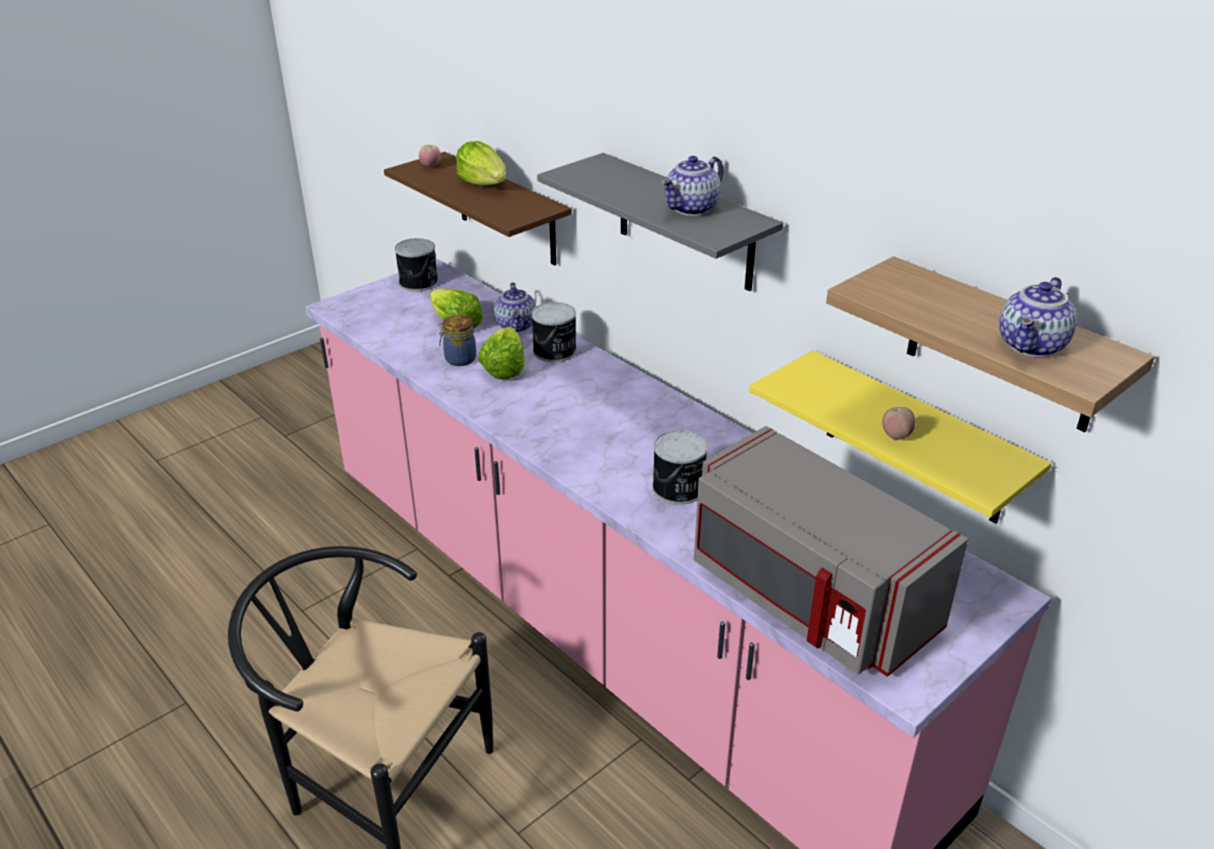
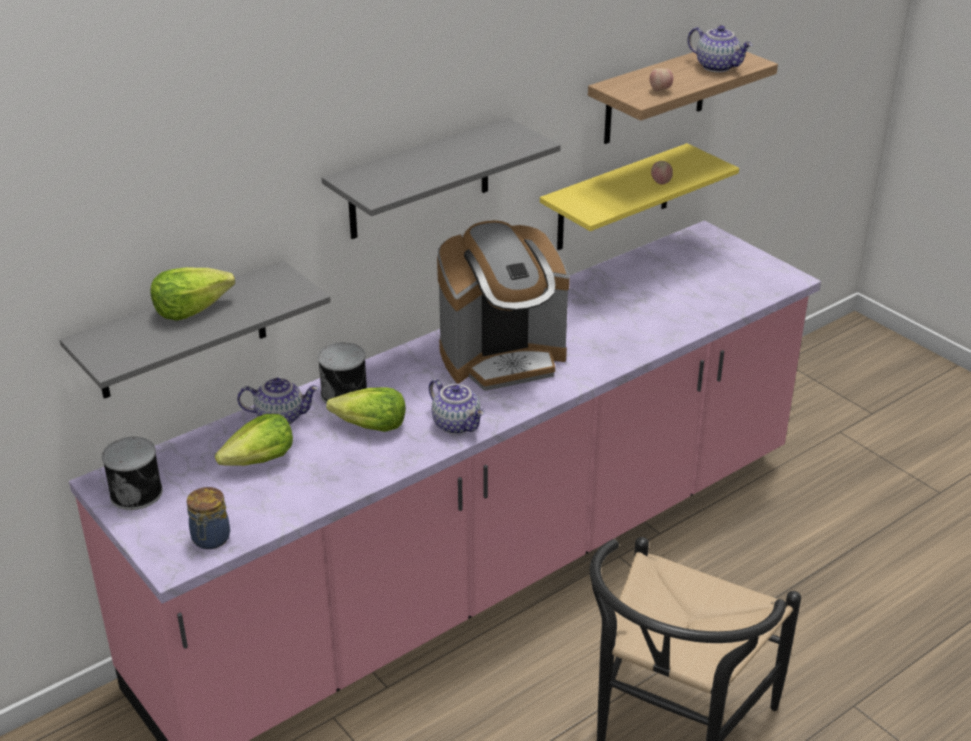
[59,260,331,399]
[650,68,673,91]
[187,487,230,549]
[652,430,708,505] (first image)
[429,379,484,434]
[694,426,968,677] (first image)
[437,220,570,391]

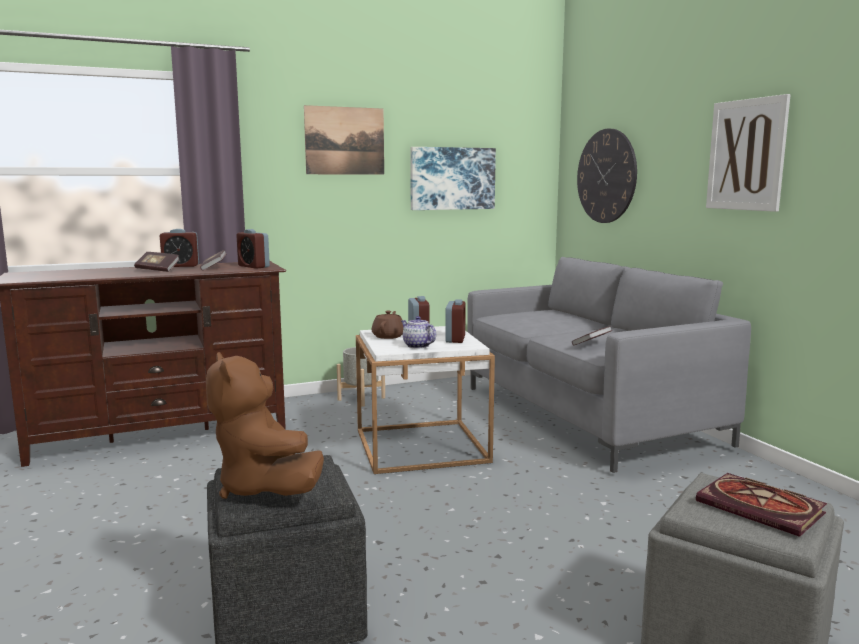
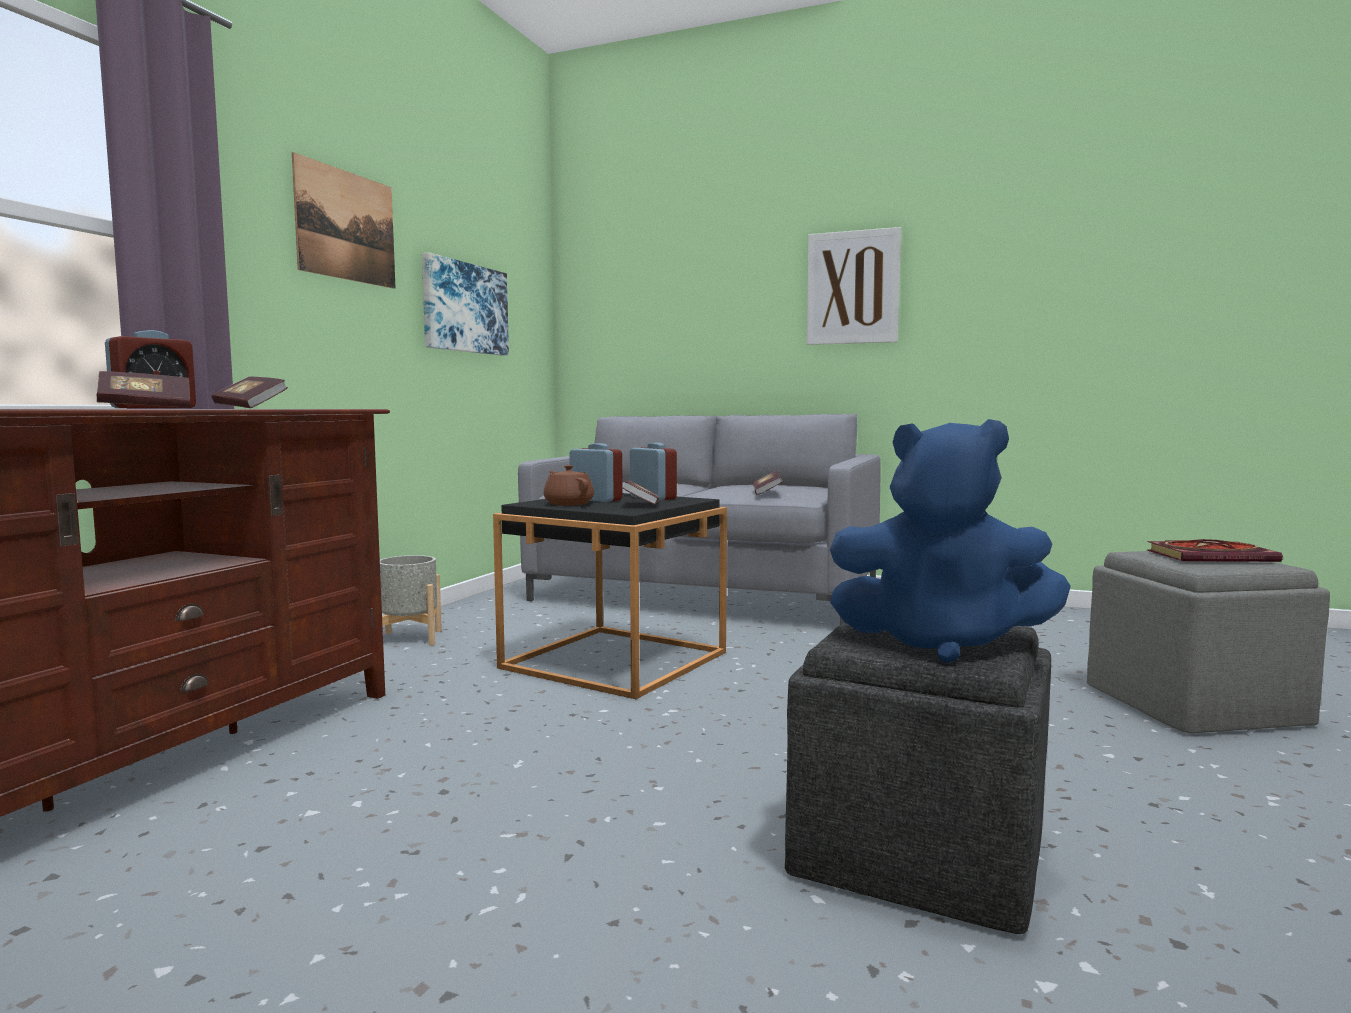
[830,419,1071,663]
[236,229,270,269] (first image)
[493,493,727,699]
[623,480,659,505]
[577,129,637,223] (first image)

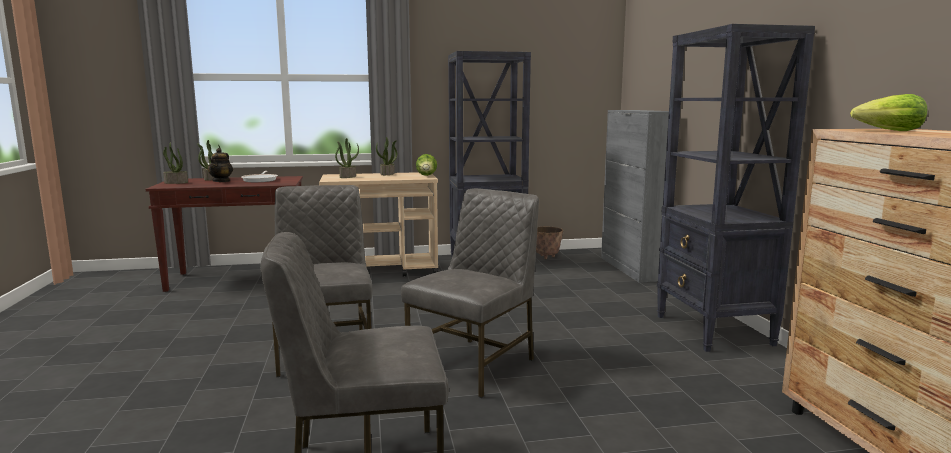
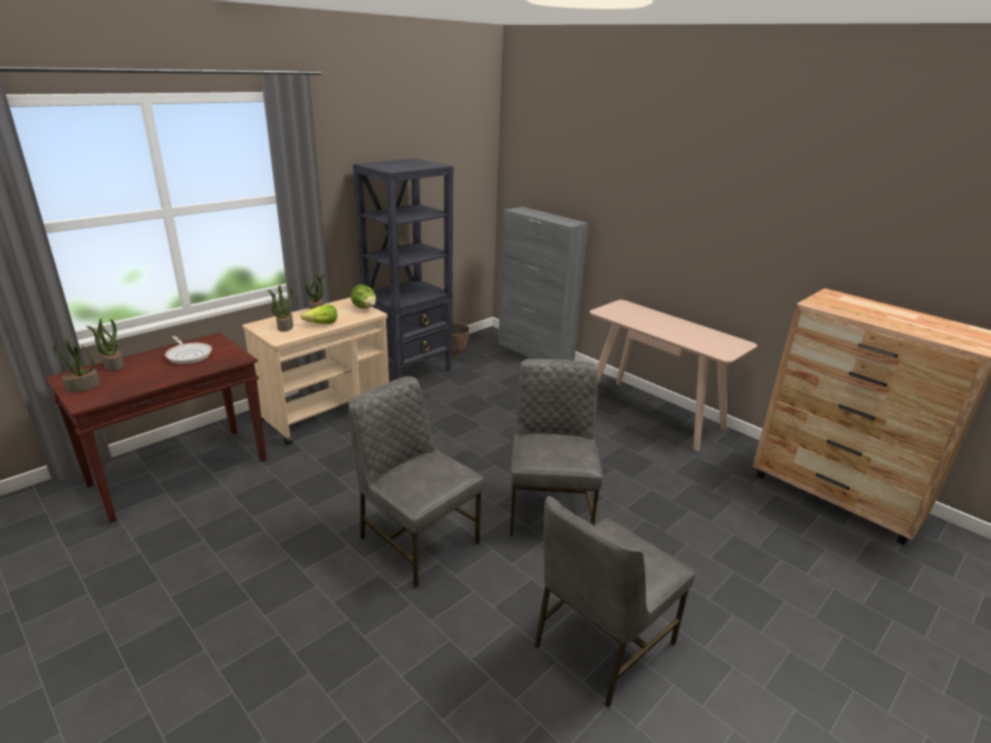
[208,148,233,182] (first image)
[590,300,757,451]
[301,305,337,324]

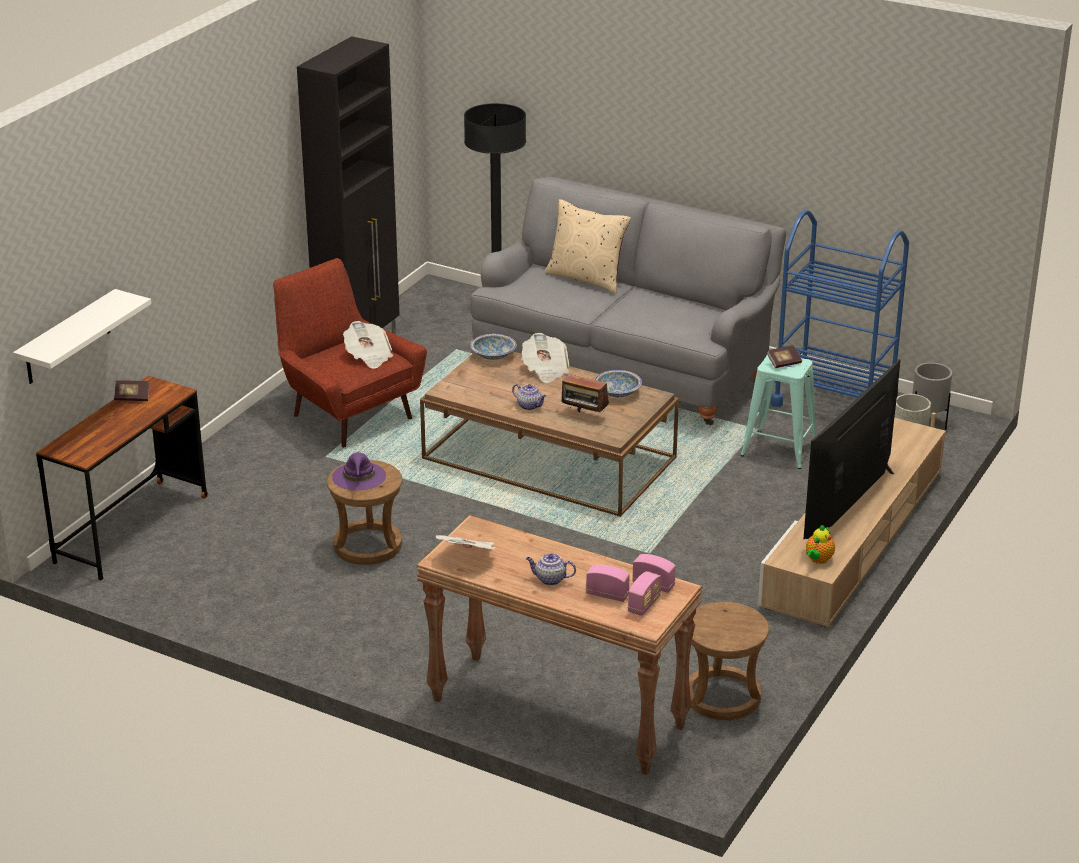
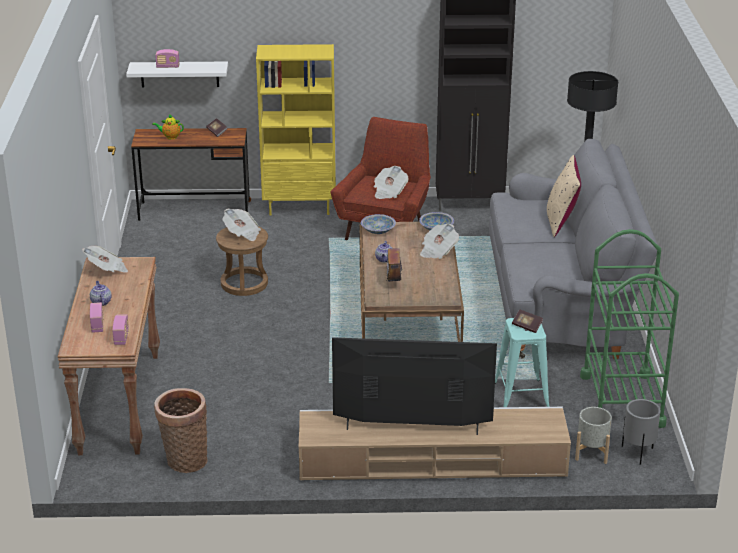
[222,209,261,241]
[361,214,396,234]
[155,49,180,68]
[154,388,208,473]
[580,229,679,428]
[152,114,184,140]
[256,44,336,216]

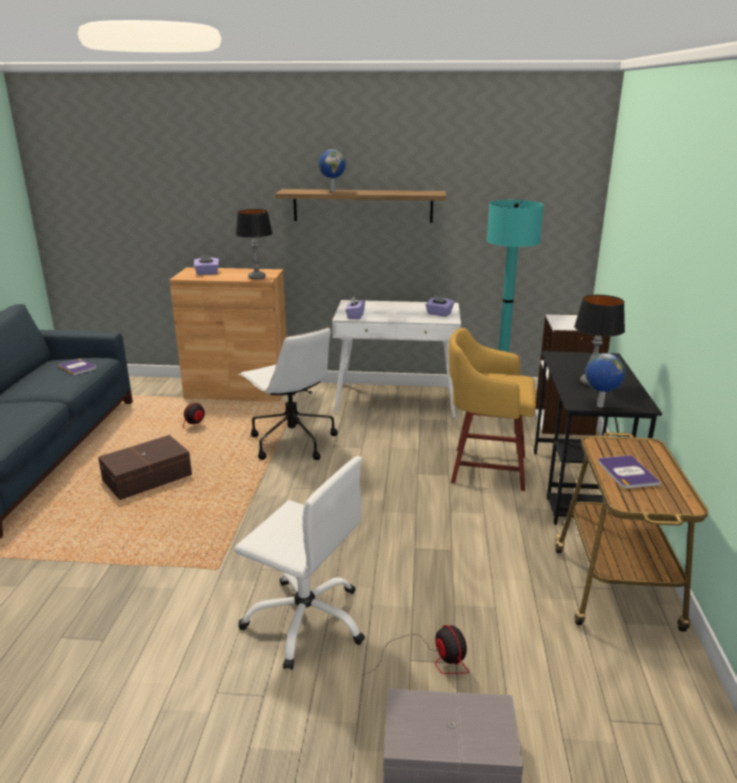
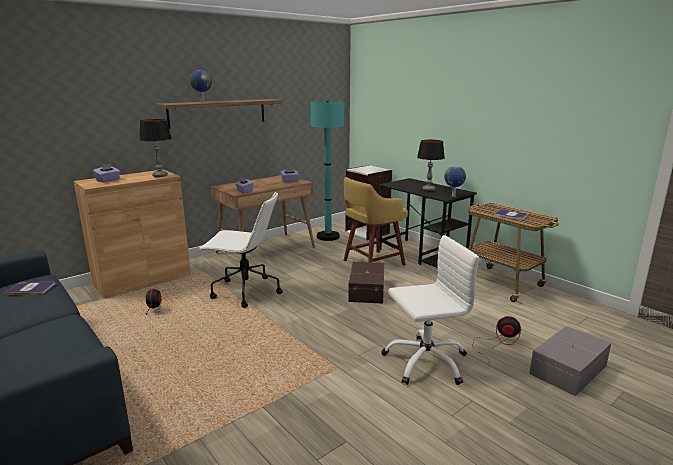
[348,262,384,304]
[211,175,315,259]

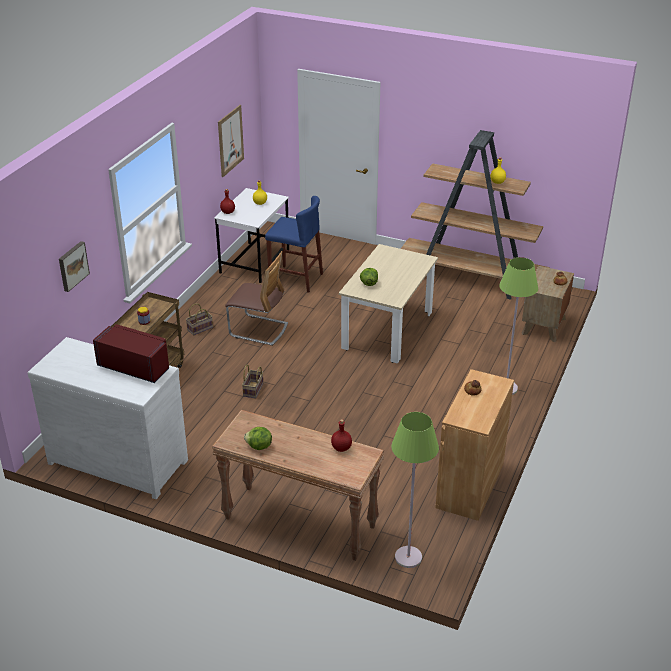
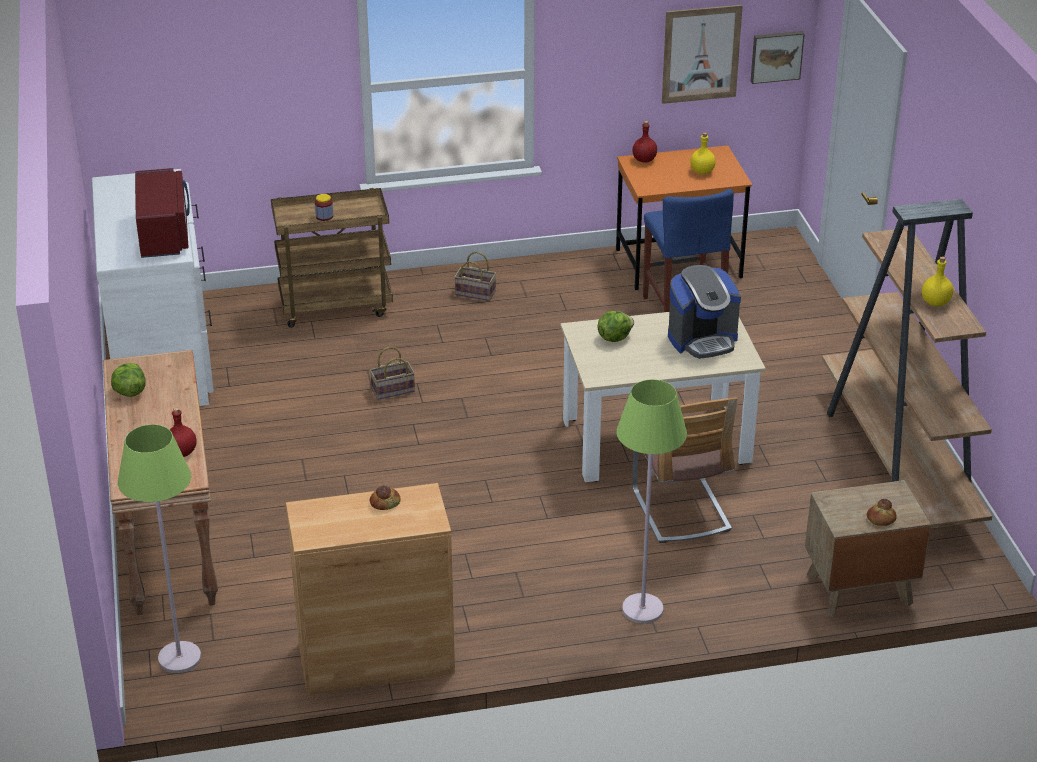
[751,31,805,84]
[616,145,752,290]
[632,397,737,543]
[668,265,741,359]

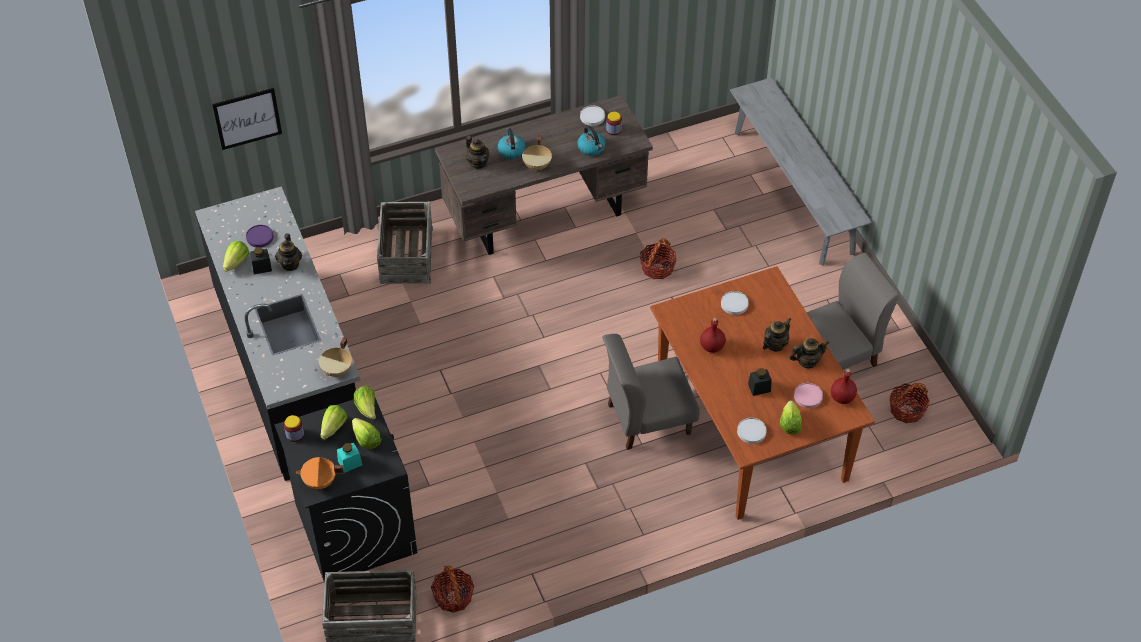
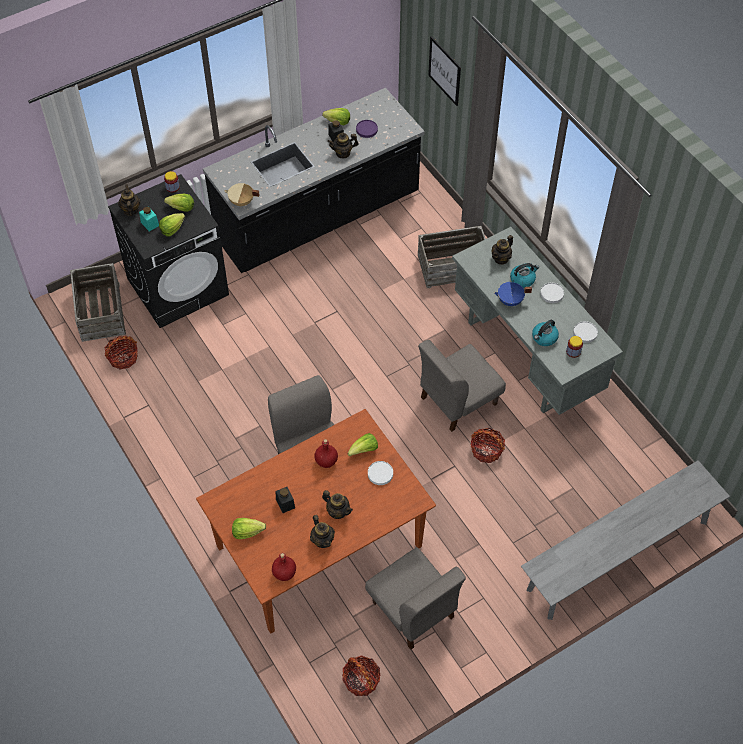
[118,184,141,216]
[348,433,378,457]
[452,227,623,415]
[494,282,532,306]
[540,283,564,303]
[794,383,823,408] (first image)
[418,340,506,432]

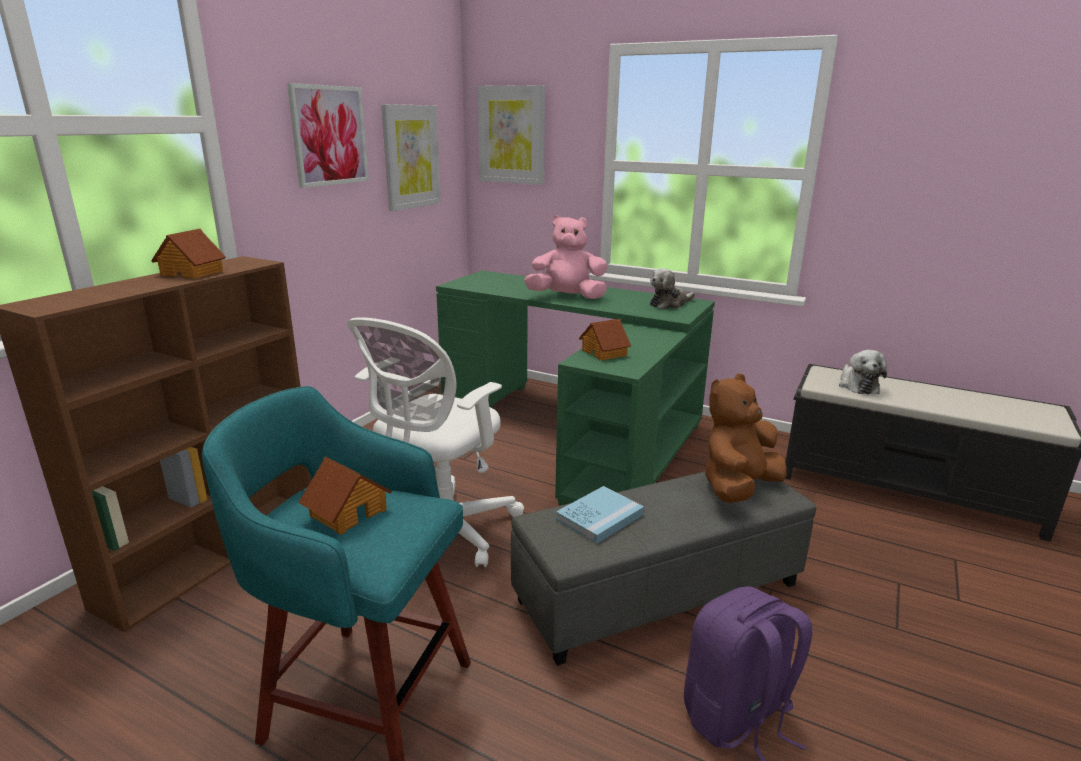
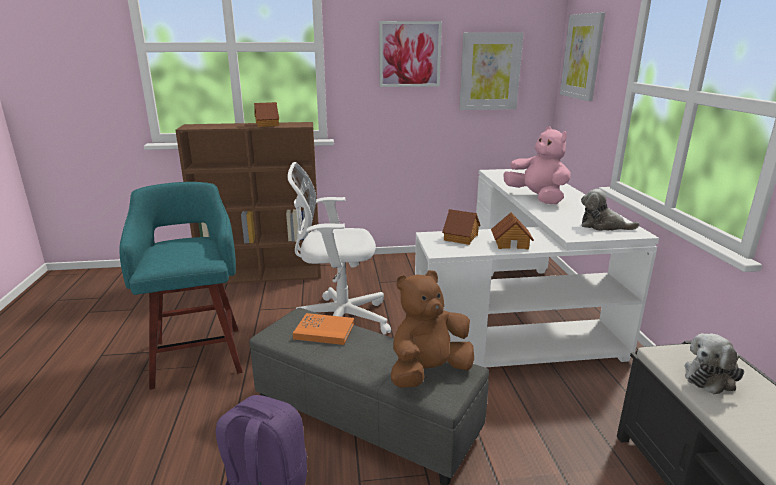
[491,212,534,249]
[415,169,659,368]
[293,313,354,345]
[391,270,474,388]

